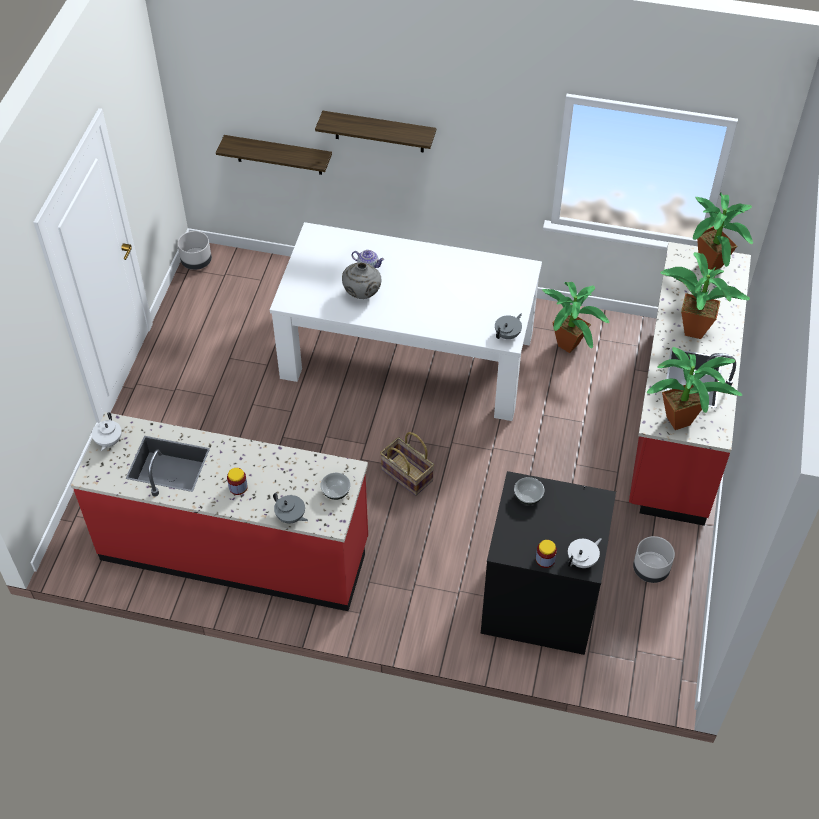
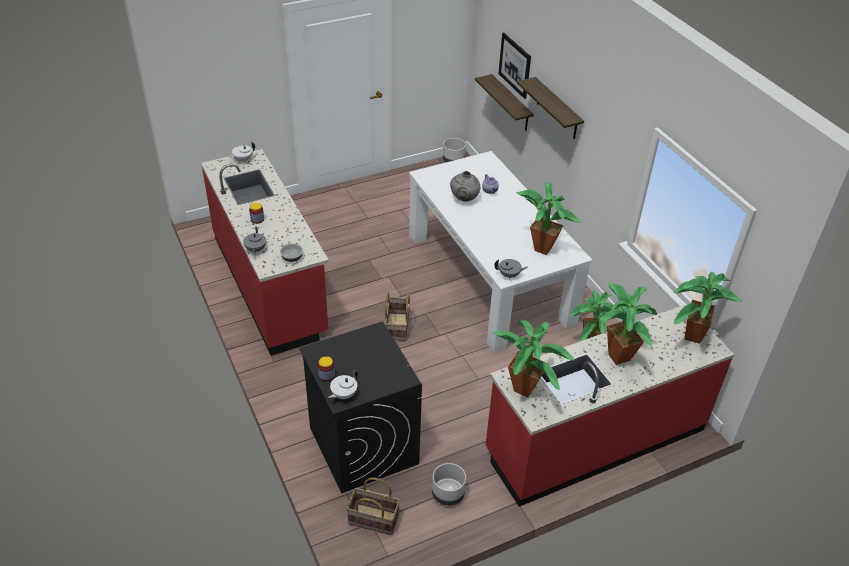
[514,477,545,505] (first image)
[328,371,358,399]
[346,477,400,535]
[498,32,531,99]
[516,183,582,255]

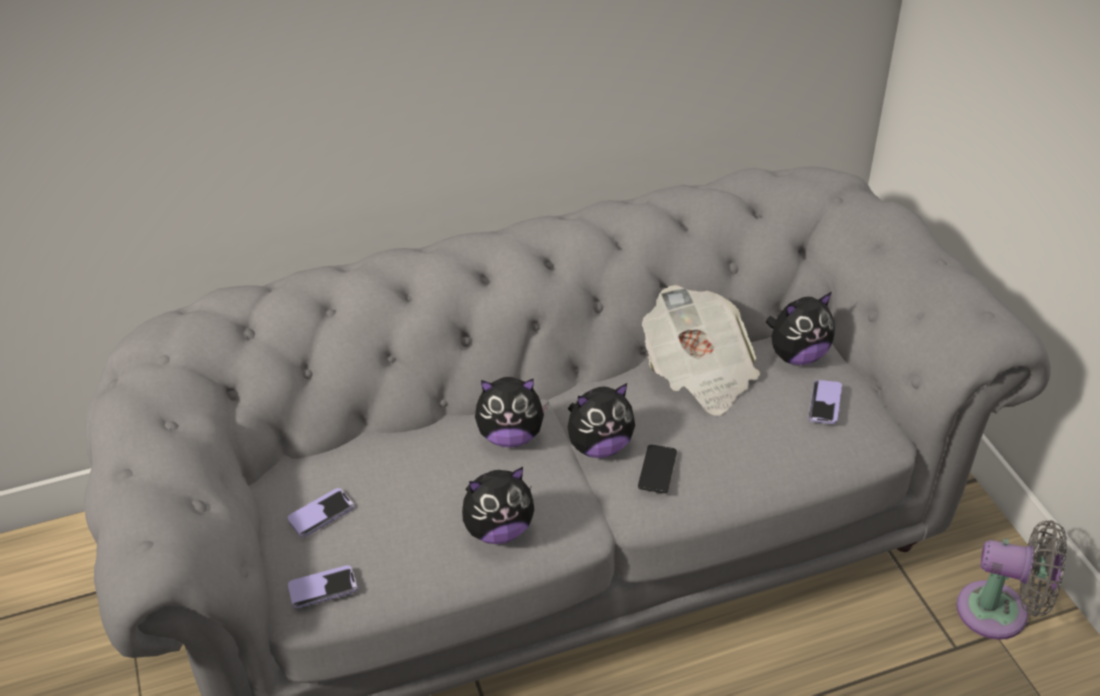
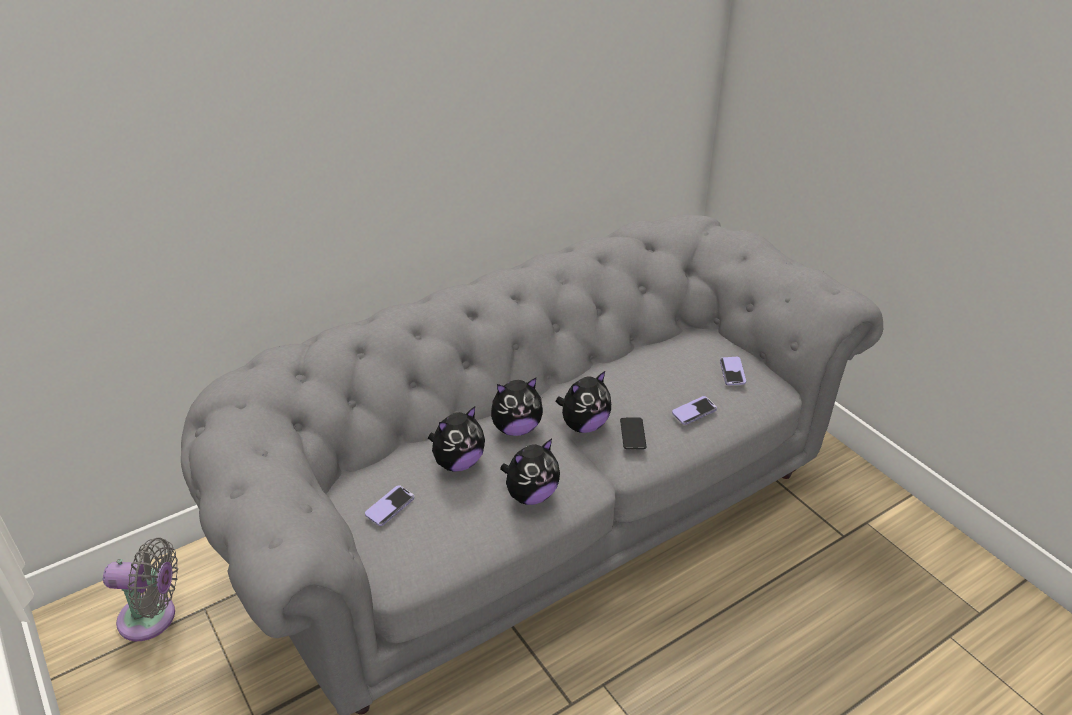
[672,396,717,425]
[642,285,760,416] (first image)
[428,406,485,472]
[103,538,178,641]

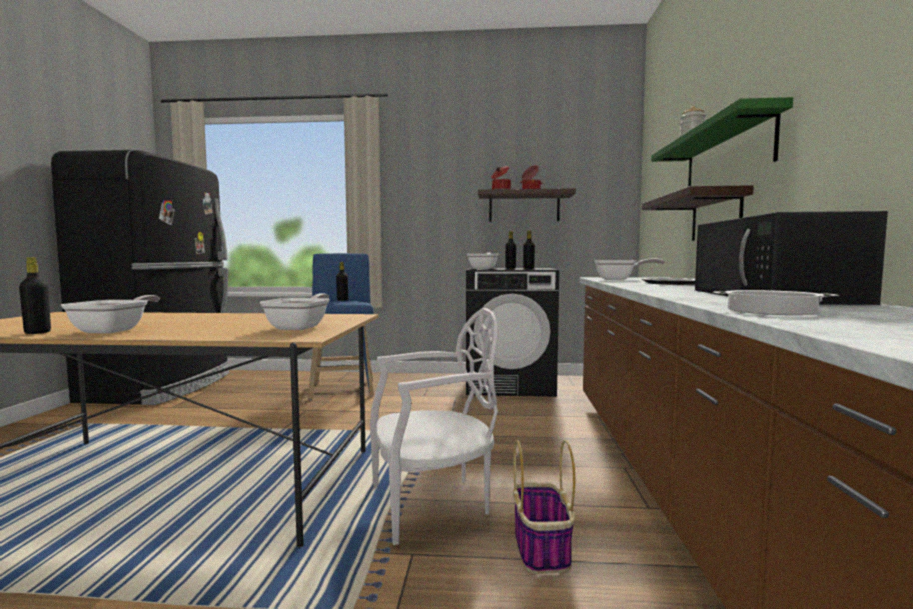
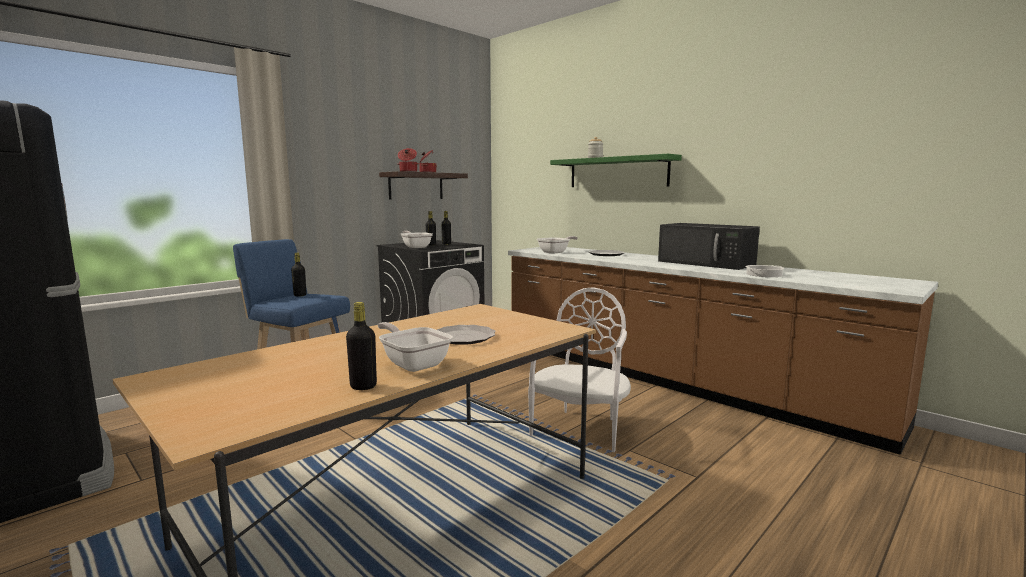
[260,293,330,330] (first image)
[513,440,575,574] (first image)
[642,185,754,241] (first image)
[437,325,496,345]

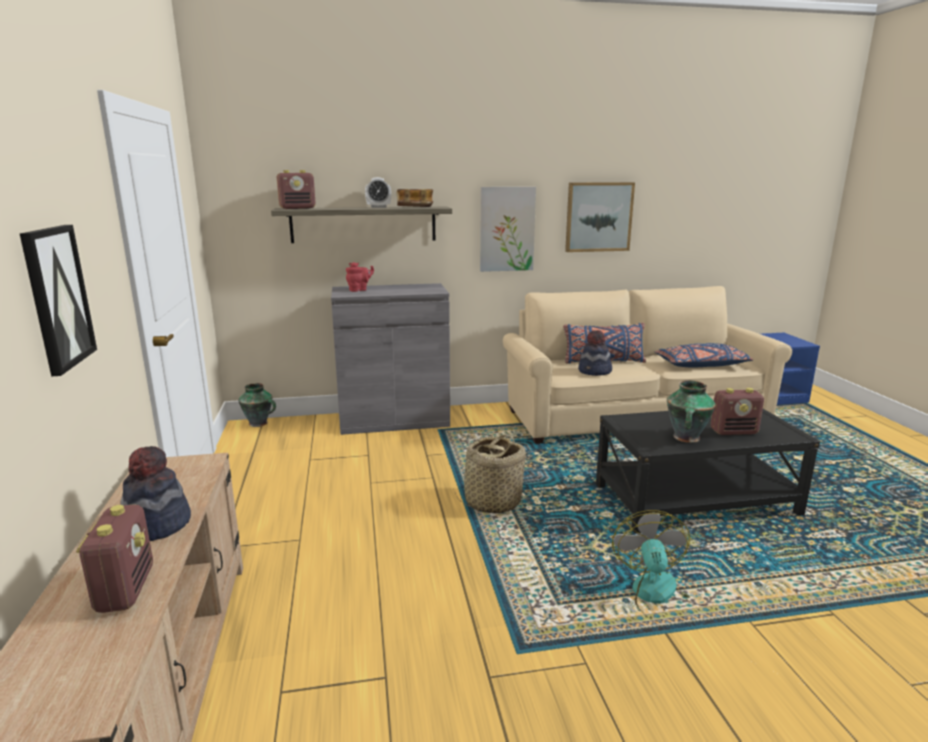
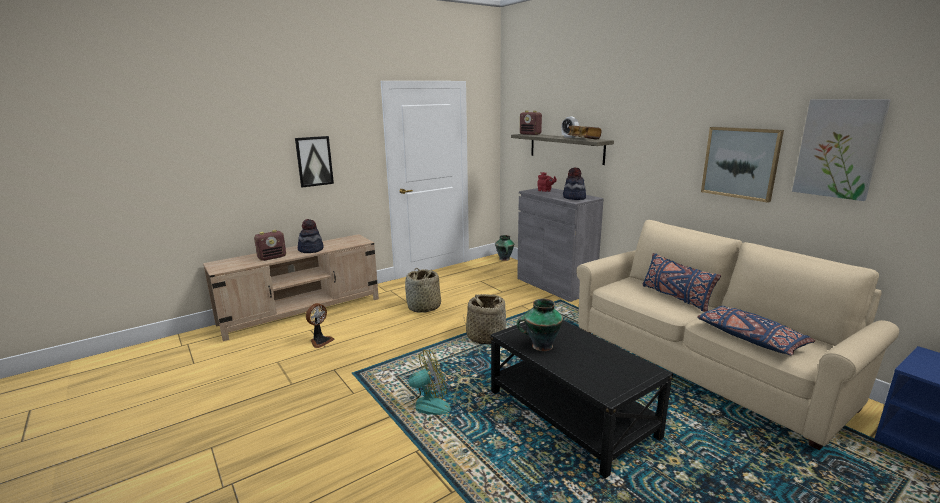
[792,99,891,201]
[563,168,586,200]
[711,388,764,435] (first image)
[306,303,335,348]
[405,268,441,313]

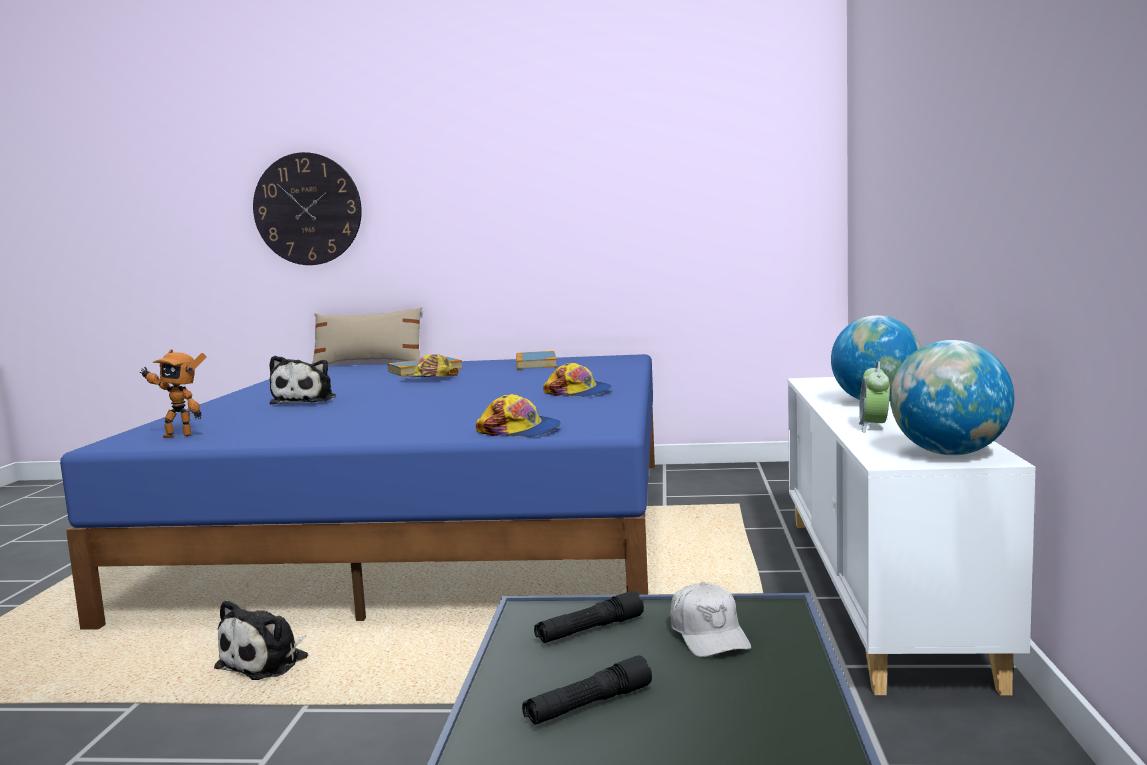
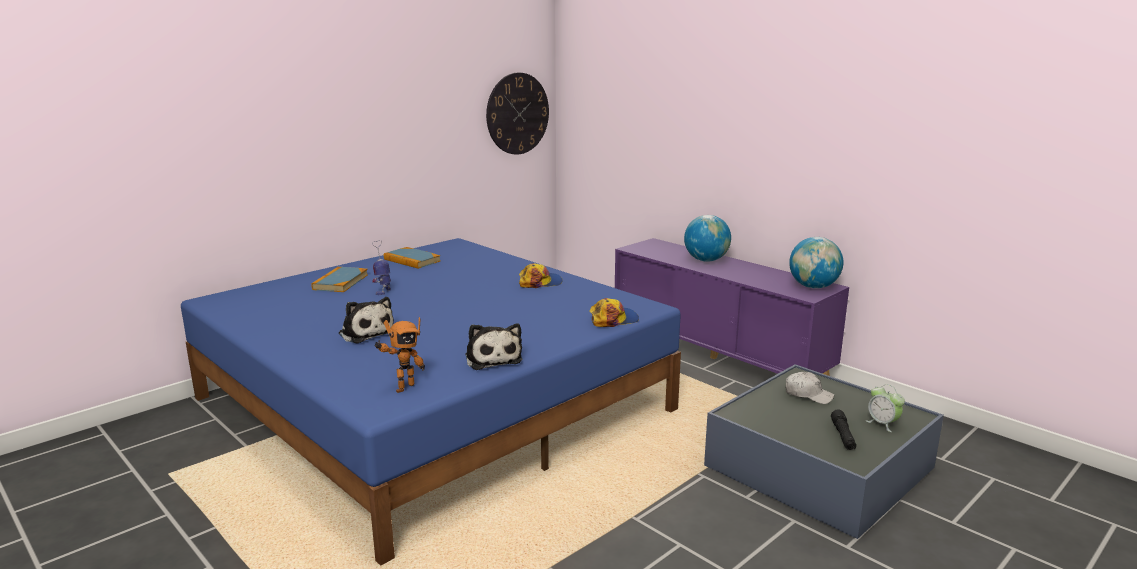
[465,323,522,370]
[486,73,549,155]
[312,307,422,364] (first image)
[372,240,391,295]
[534,591,644,643] (first image)
[615,238,849,376]
[866,384,905,432]

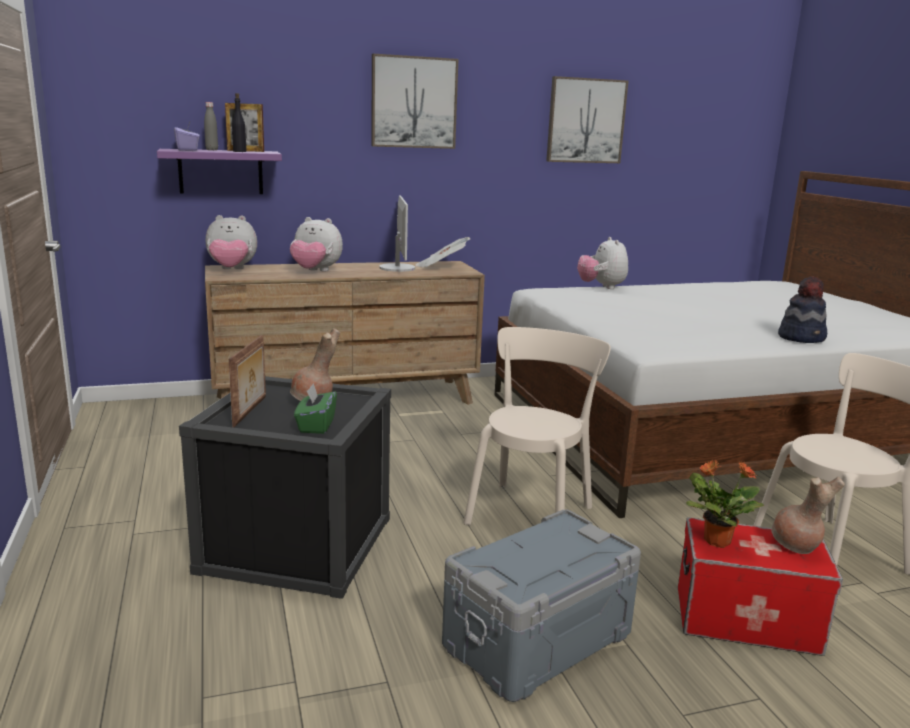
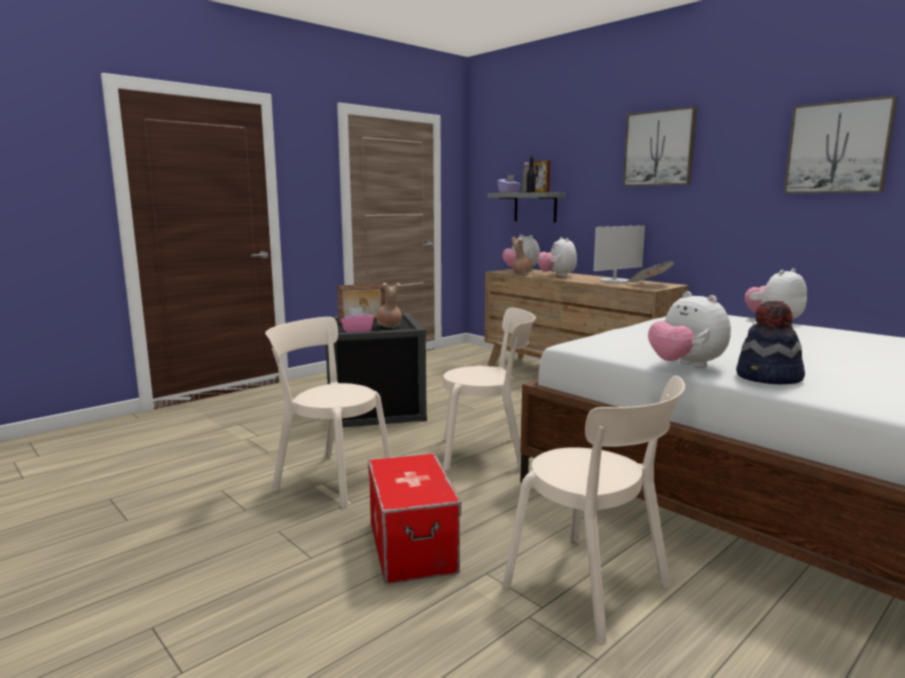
[487,192,566,222]
[340,307,374,333]
[265,317,391,508]
[686,460,765,548] (first image)
[511,237,533,275]
[648,291,731,368]

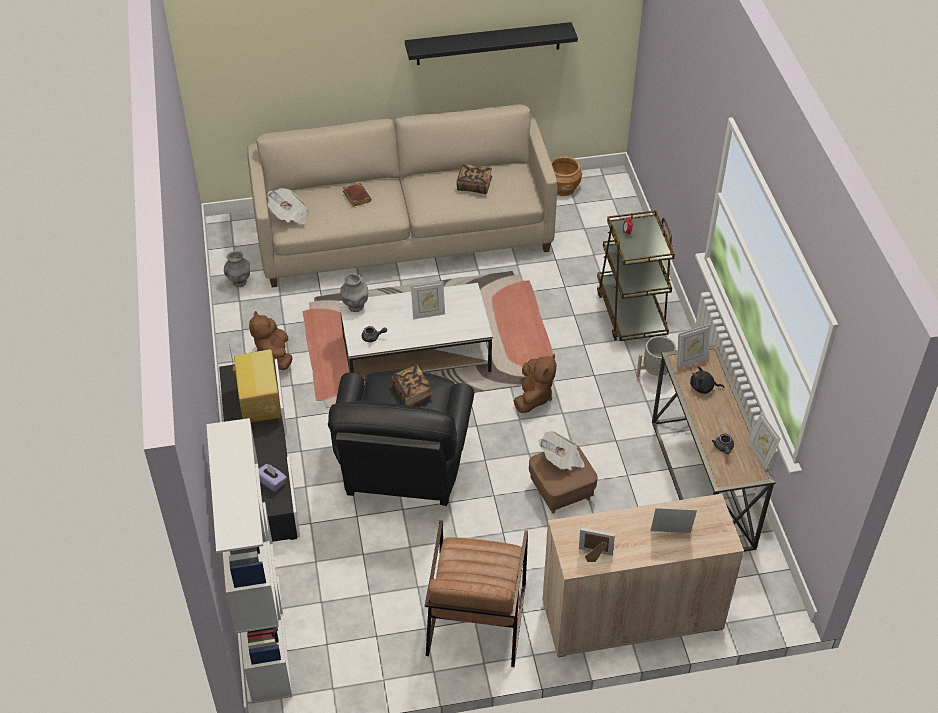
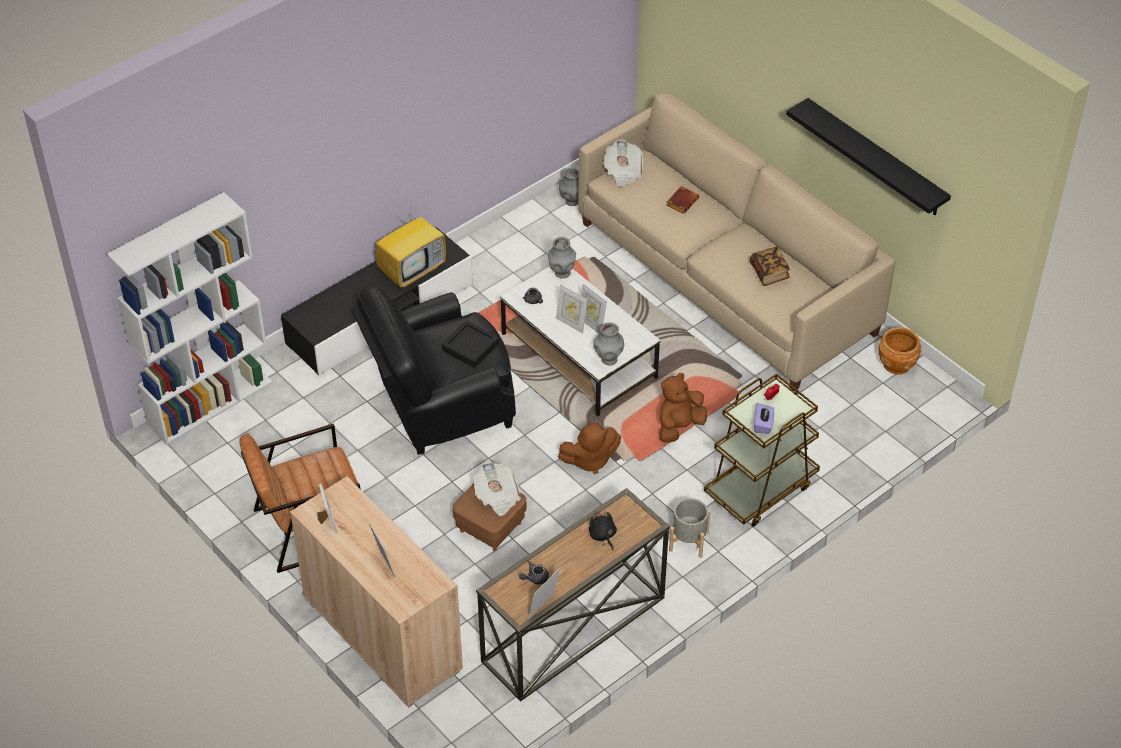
[659,373,707,443]
[754,403,774,434]
[442,320,499,368]
[556,284,588,334]
[593,322,624,366]

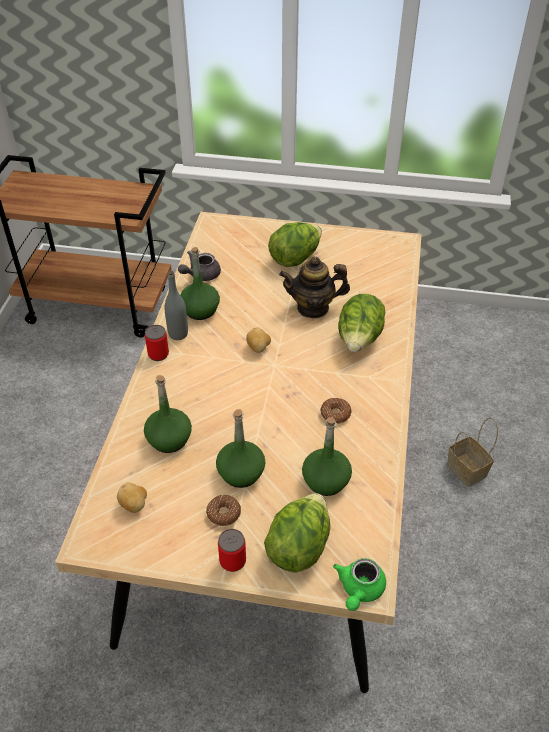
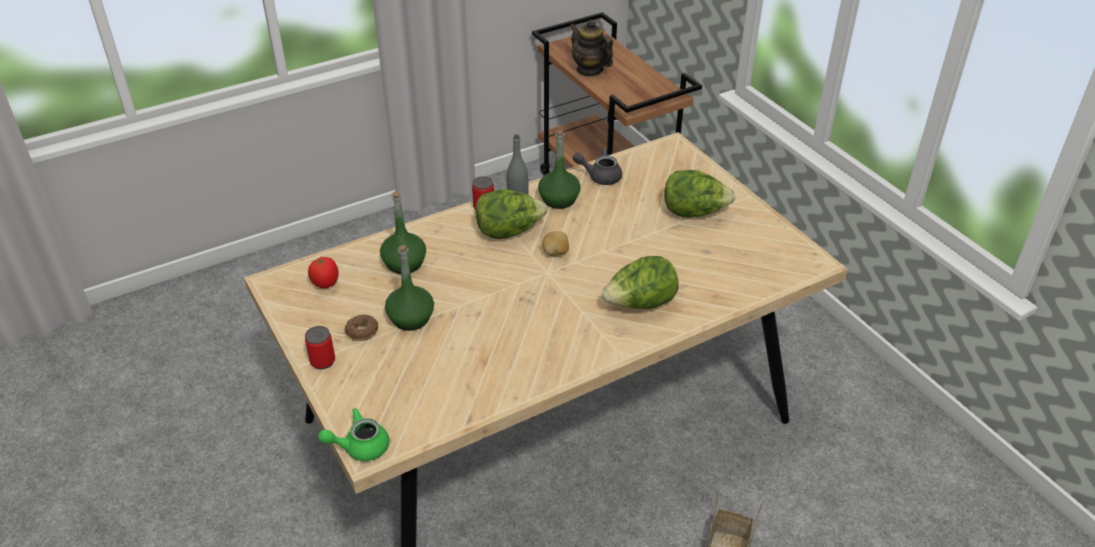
[308,256,338,288]
[475,189,547,239]
[570,20,613,77]
[302,417,352,496] (first image)
[320,398,352,424] (first image)

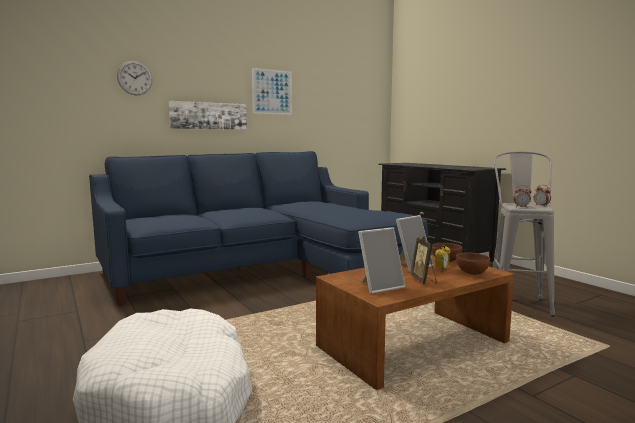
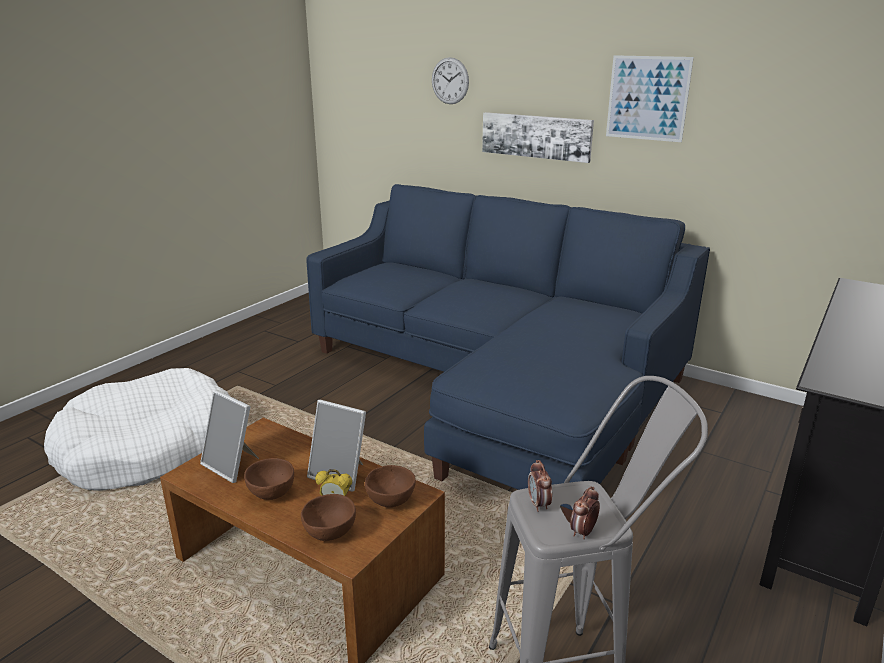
[244,458,294,500]

